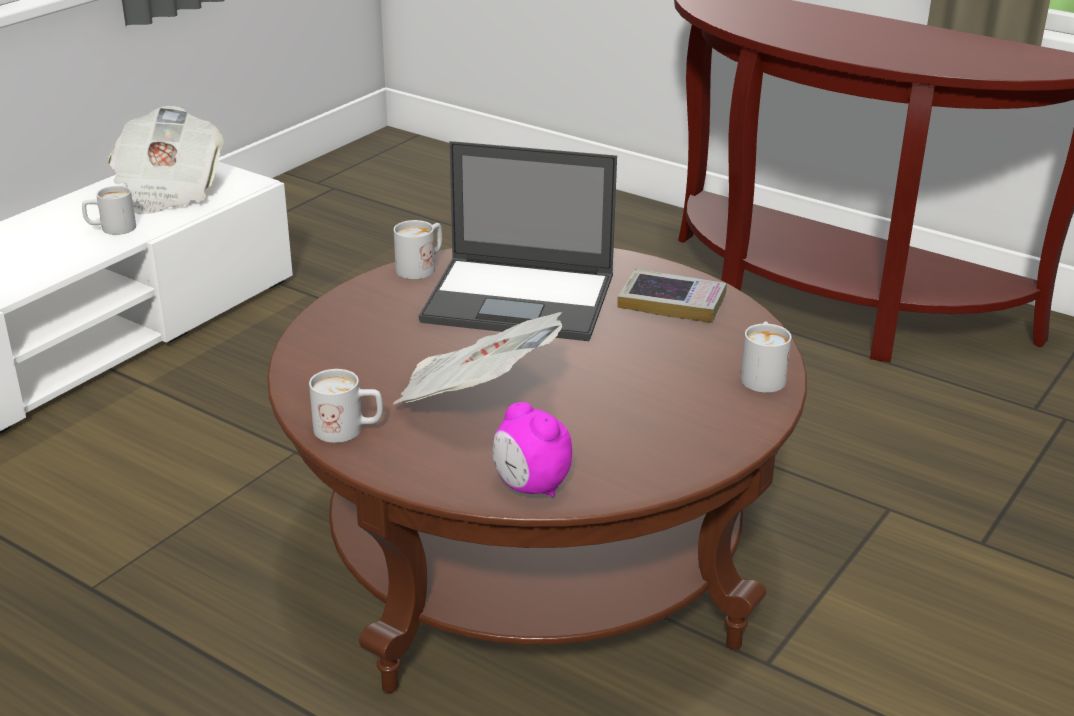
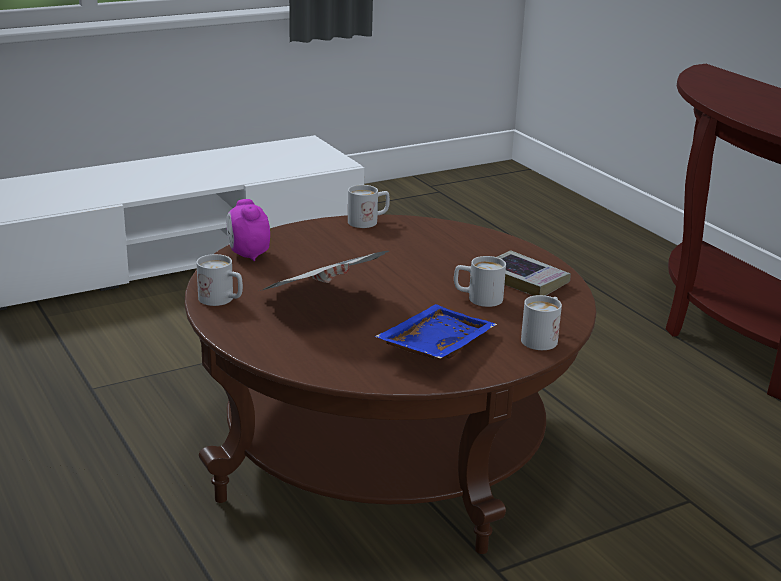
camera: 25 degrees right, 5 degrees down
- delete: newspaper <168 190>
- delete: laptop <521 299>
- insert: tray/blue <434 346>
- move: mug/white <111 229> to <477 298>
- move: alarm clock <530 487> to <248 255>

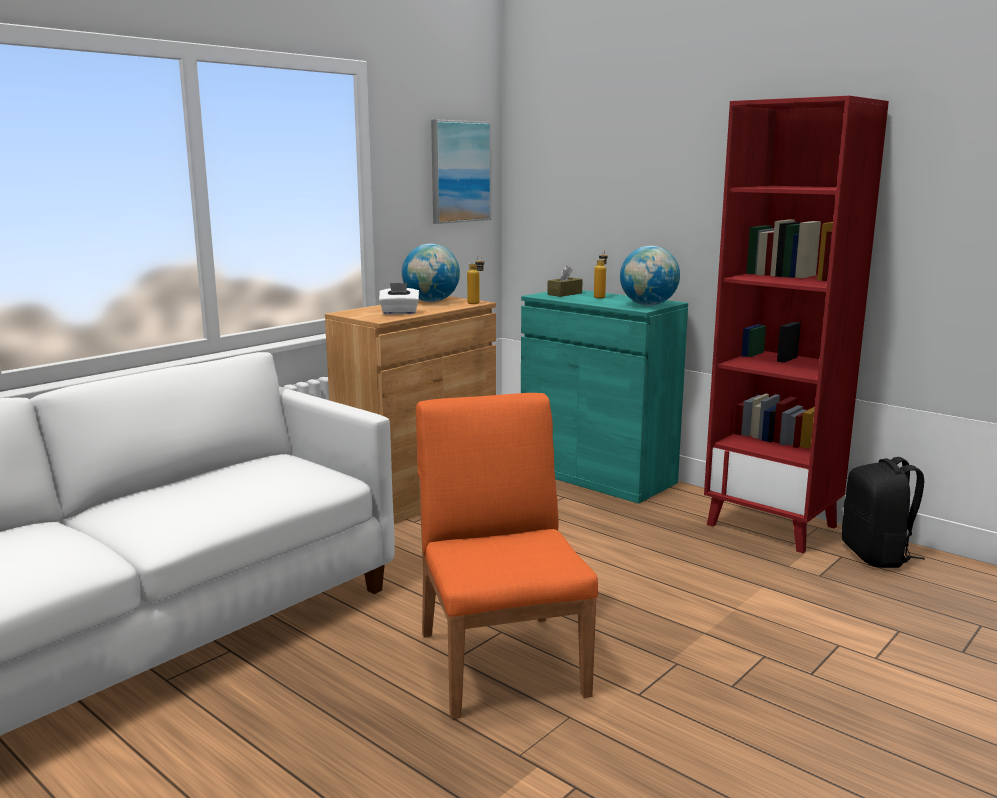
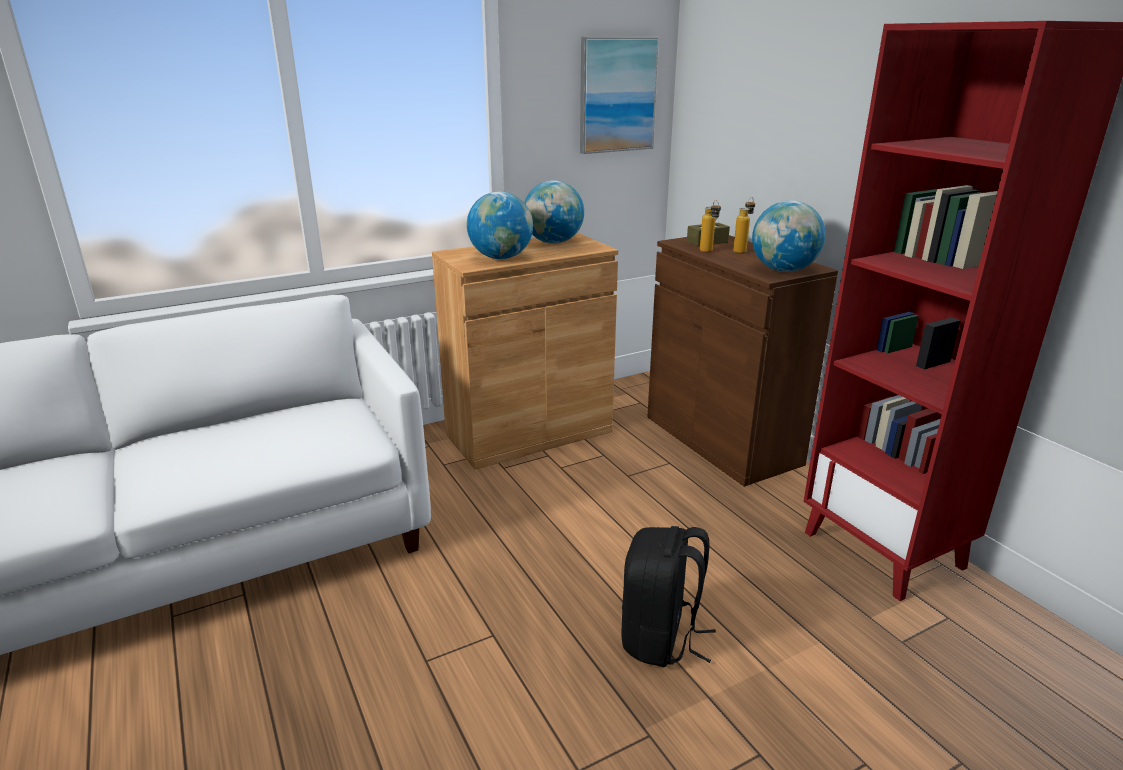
camera: 20 degrees right, 10 degrees up
- delete: chair/orange <502 661>
- move: bottle <476 304> to <708 252>
- move: backpack/black <877 556> to <661 638>
- replace: tissue box/white <399 313> to globe <501 258>
- recolor: cabinet/turquoise <597 475> to cabinet/brown <721 440>

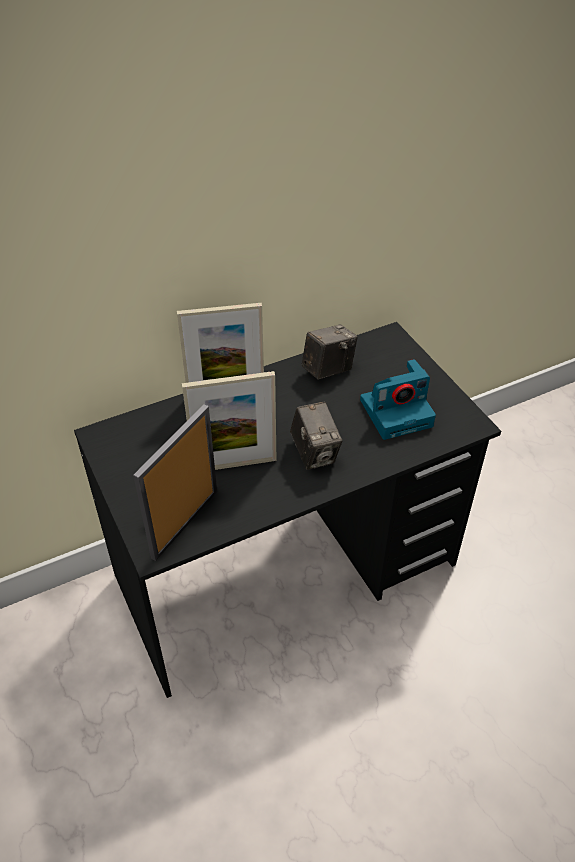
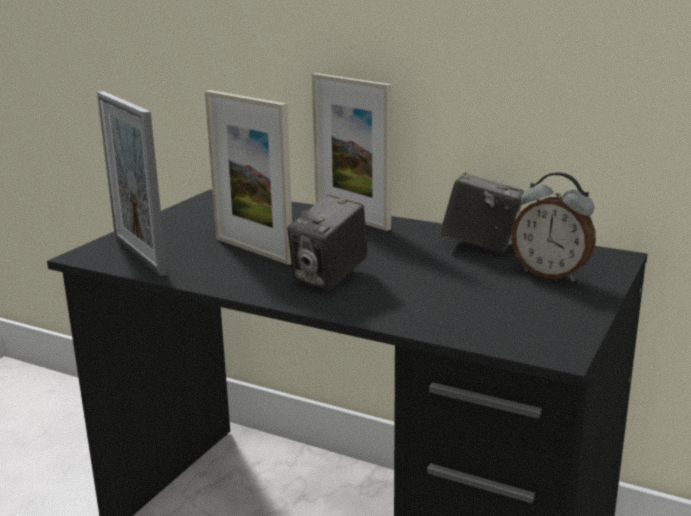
camera: 55 degrees right, 25 degrees down
- delete: photo camera <397 412>
- insert: alarm clock <551 274>
- rotate: picture frame <185 523> = <139 255> 120 degrees counterclockwise

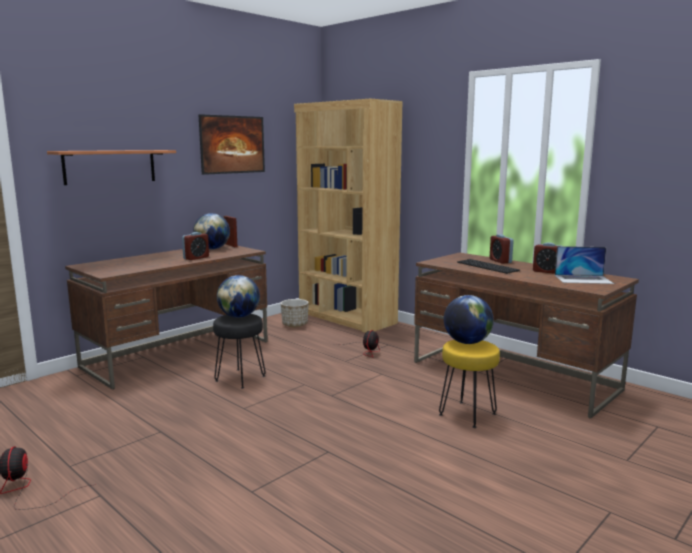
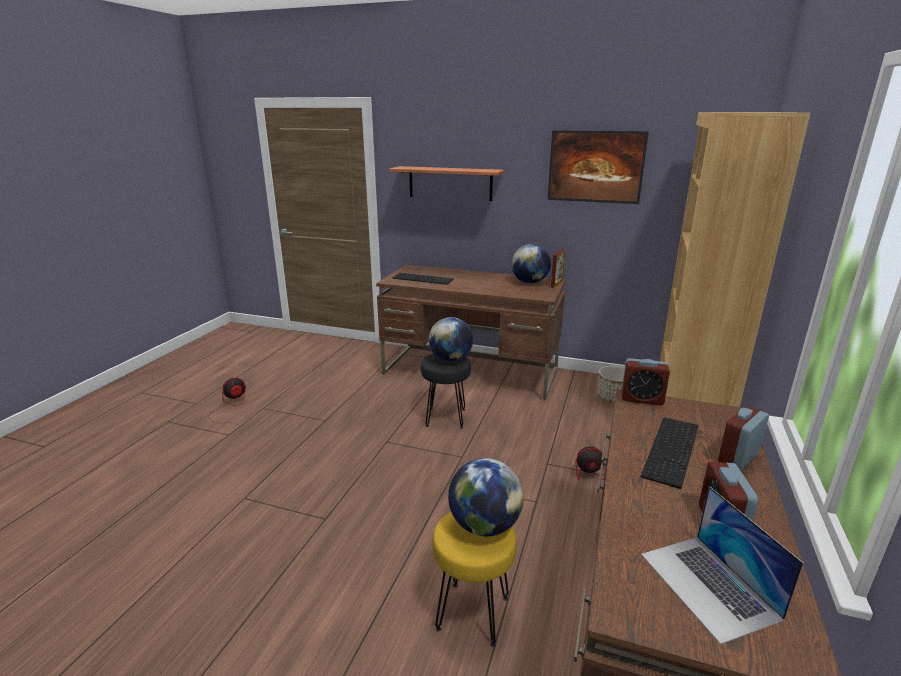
camera: 65 degrees right, 10 degrees up
- insert: keyboard <423 278>
- move: alarm clock <196 258> to <642 399>

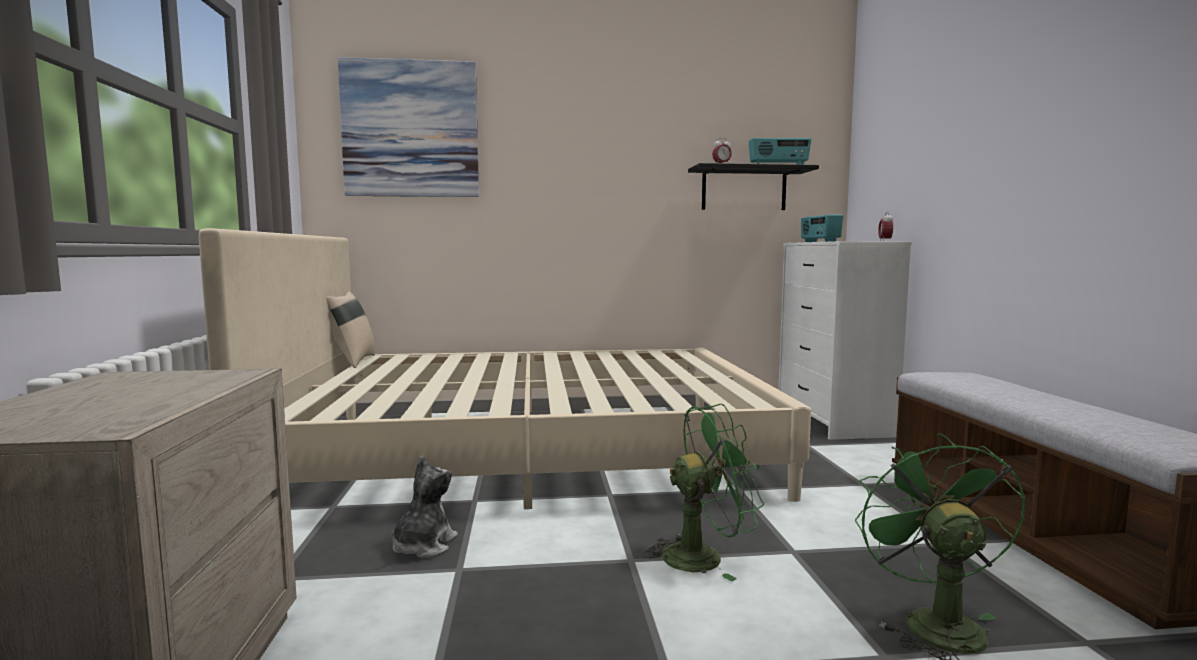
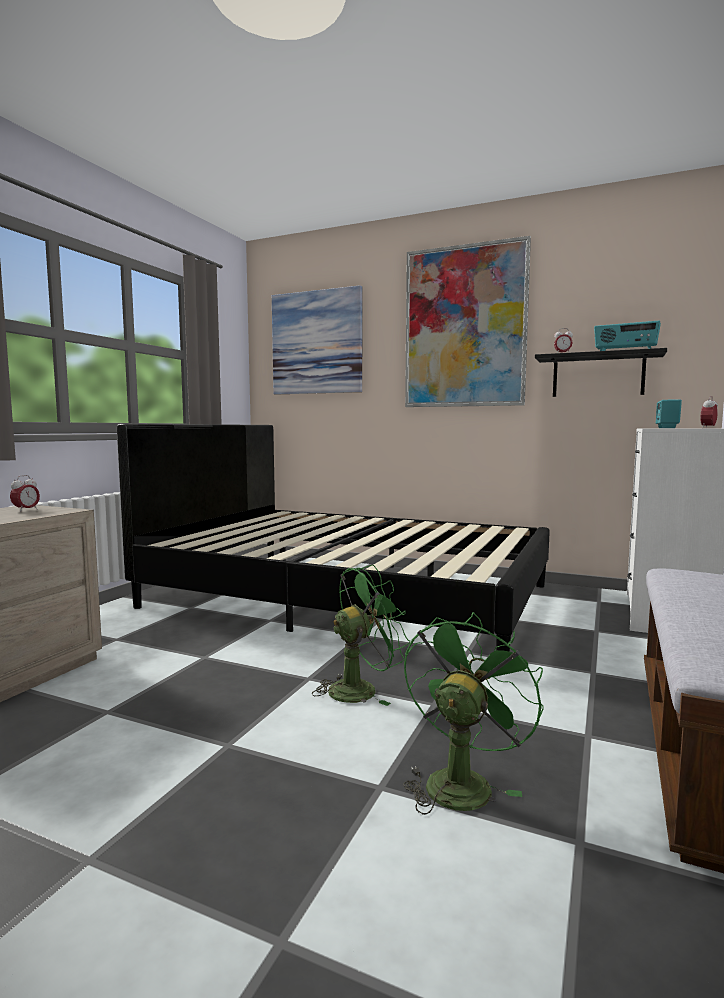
camera: 30 degrees right, 0 degrees up
- delete: pillow/beige <351 361>
- delete: plush toy <423 546>
- insert: alarm clock <26 510>
- insert: picture <464 327>
- recolor: bed/beige <528 452> to bed/black <350 595>
- rotate: fan/green <703 556> = <361 689> 45 degrees counterclockwise

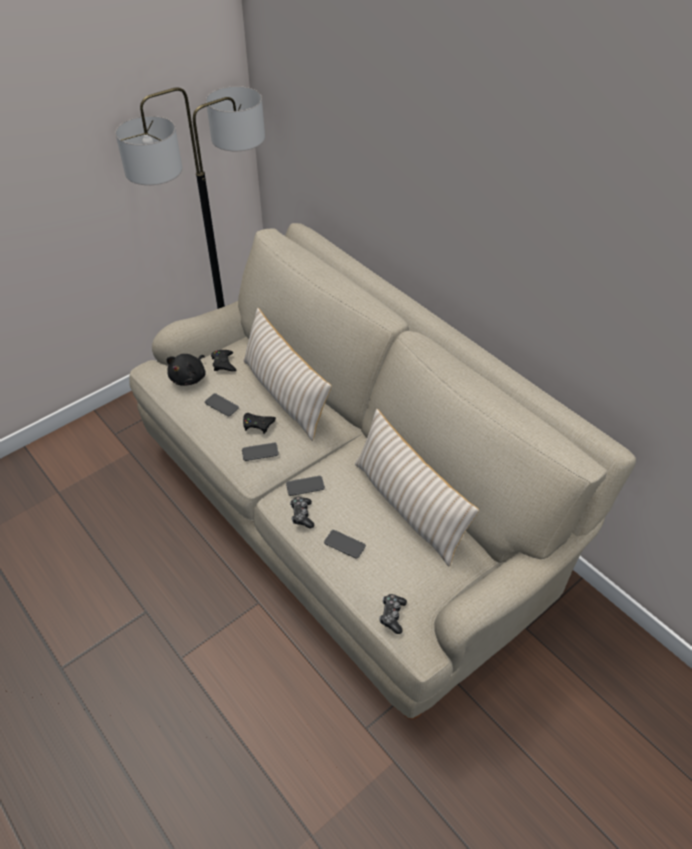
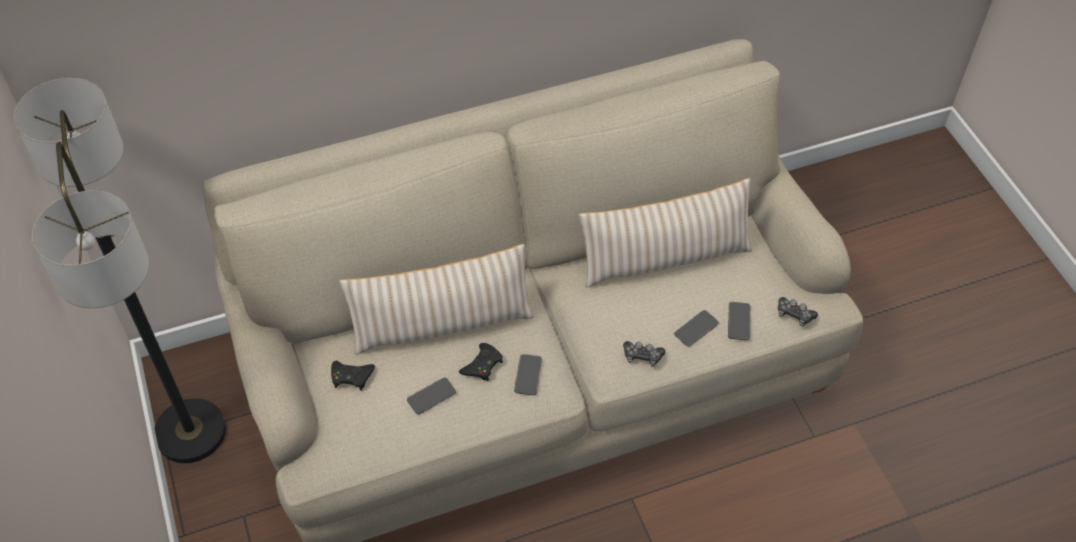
camera: 70 degrees left, 5 degrees up
- delete: plush toy/black <189 377>
- move: phone <305 486> to <739 321>

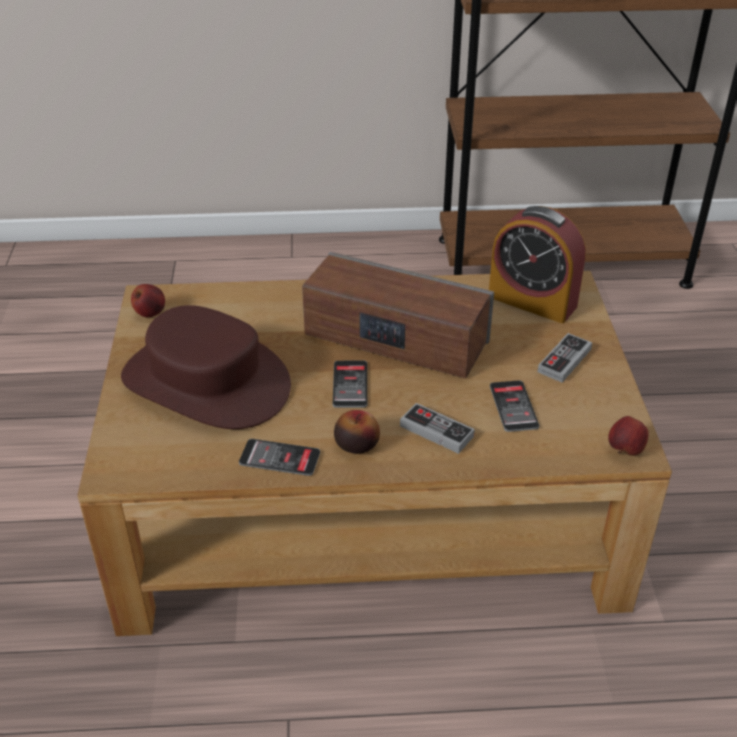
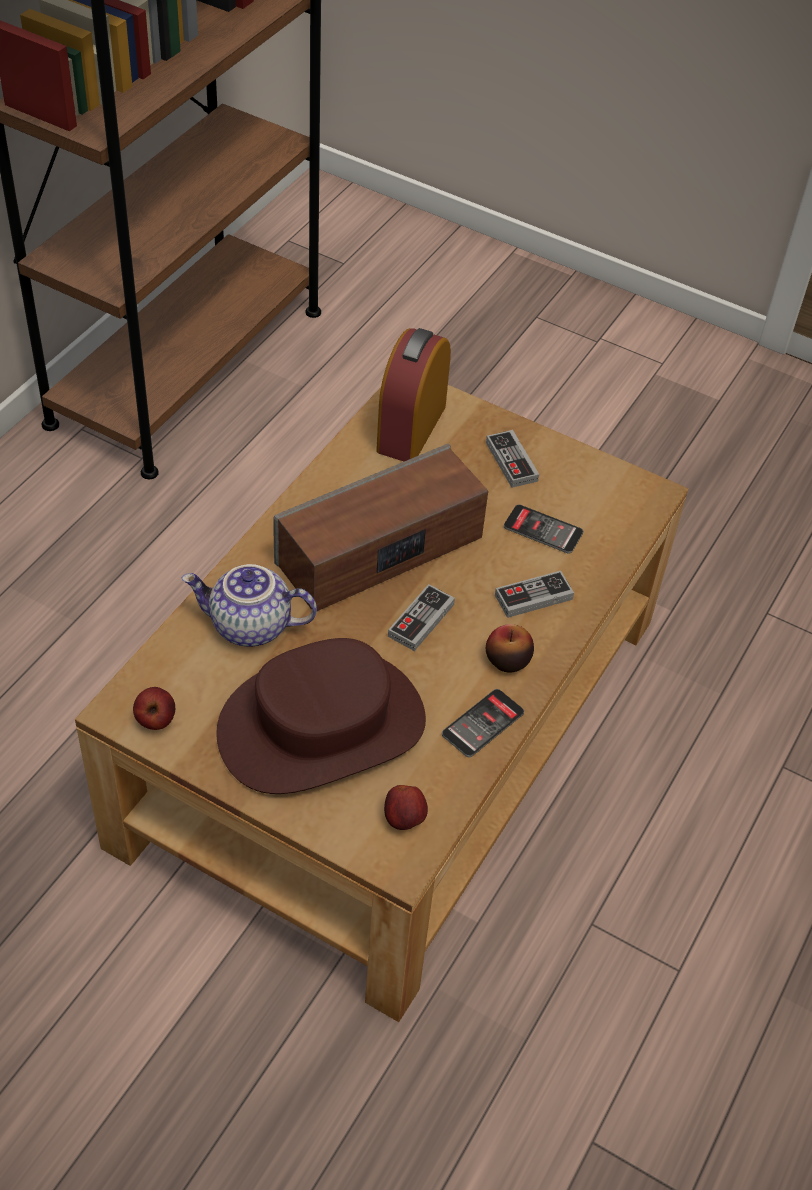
camera: 60 degrees left, 10 degrees up
- insert: teapot <249 627>
- move: apple <625 450> to <404 819>
- replace: phone <350 385> to game controller <421 620>
- rotate: alarm clock <532 301> = <411 428> 135 degrees clockwise

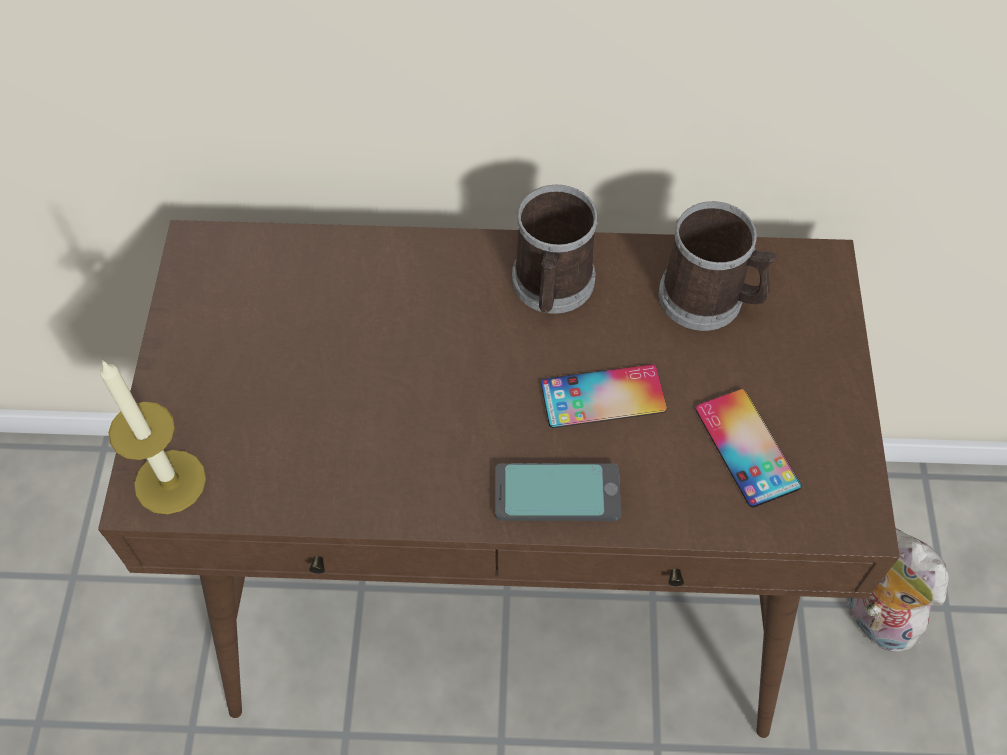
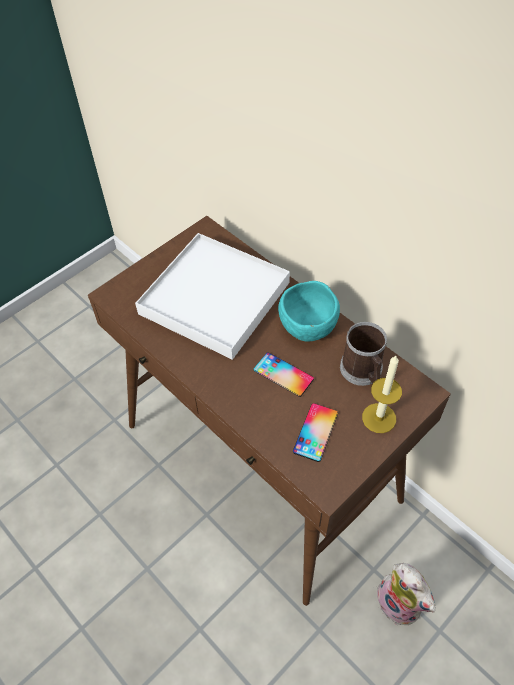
camera: 45 degrees right, 5 degrees down
- delete: phone <557 493>
- insert: tray/white <215 298>
- move: candle <170 481> to <379 418>
- replace: mug <551 287> to bowl/turquoise <307 324>
- rotate: plush toy <872 616> = <400 603> 135 degrees clockwise

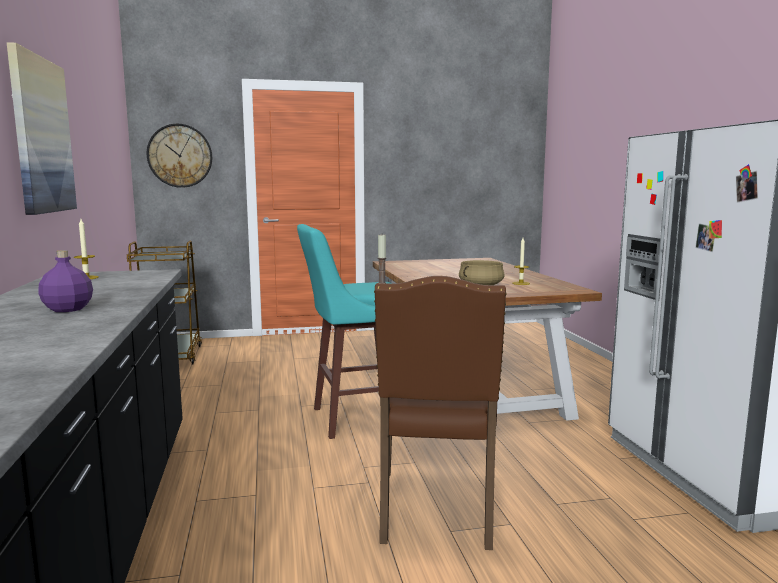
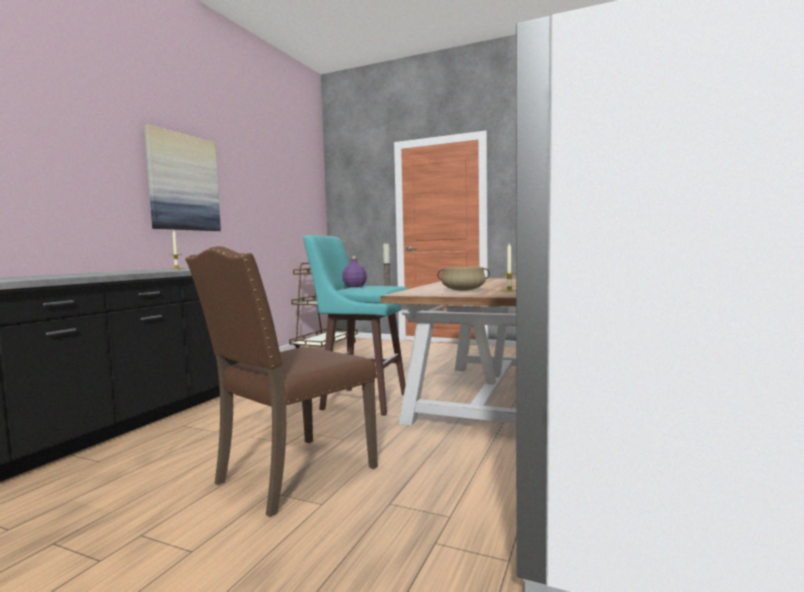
camera: 35 degrees right, 5 degrees down
- delete: wall clock <180 156>
- move: bottle/purple <67 309> to <354 286>

